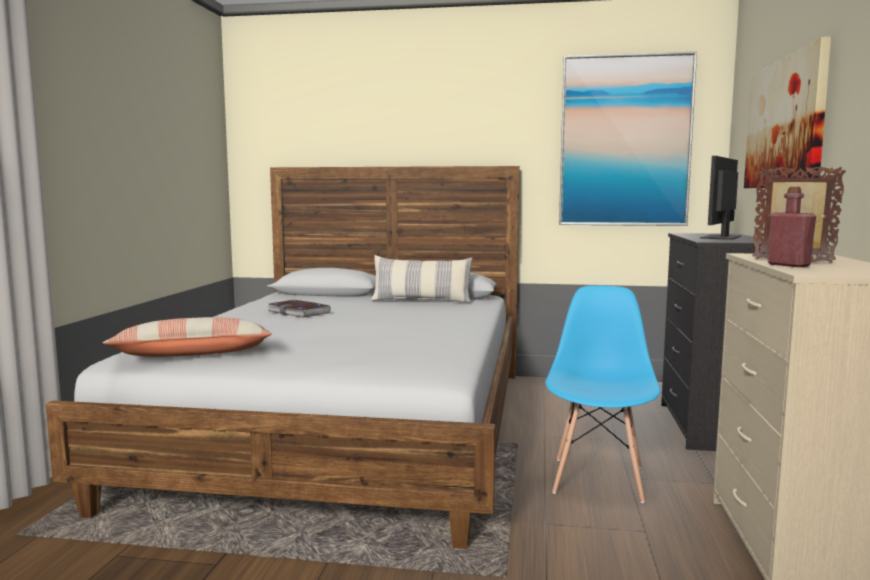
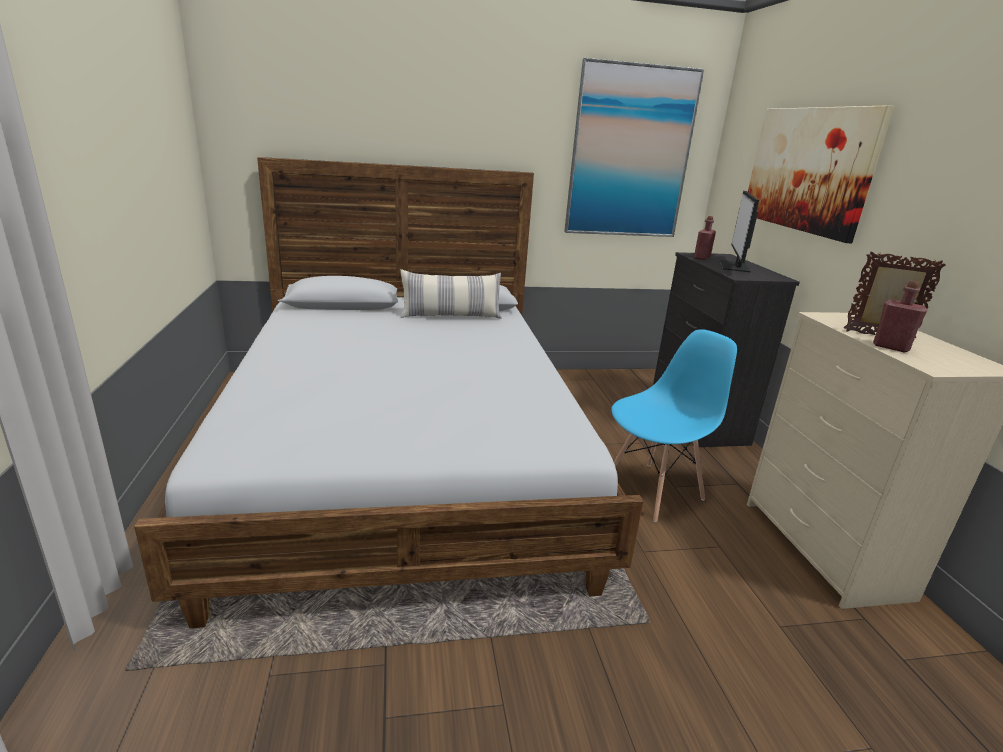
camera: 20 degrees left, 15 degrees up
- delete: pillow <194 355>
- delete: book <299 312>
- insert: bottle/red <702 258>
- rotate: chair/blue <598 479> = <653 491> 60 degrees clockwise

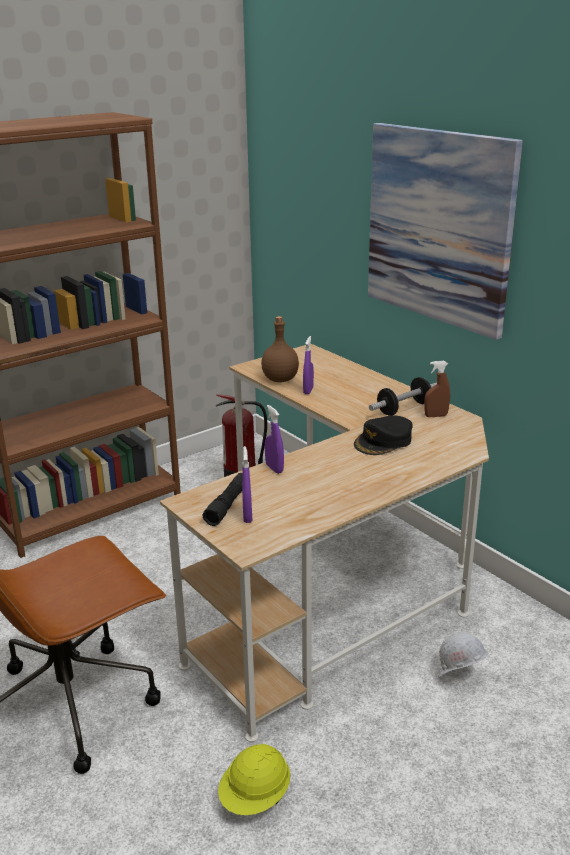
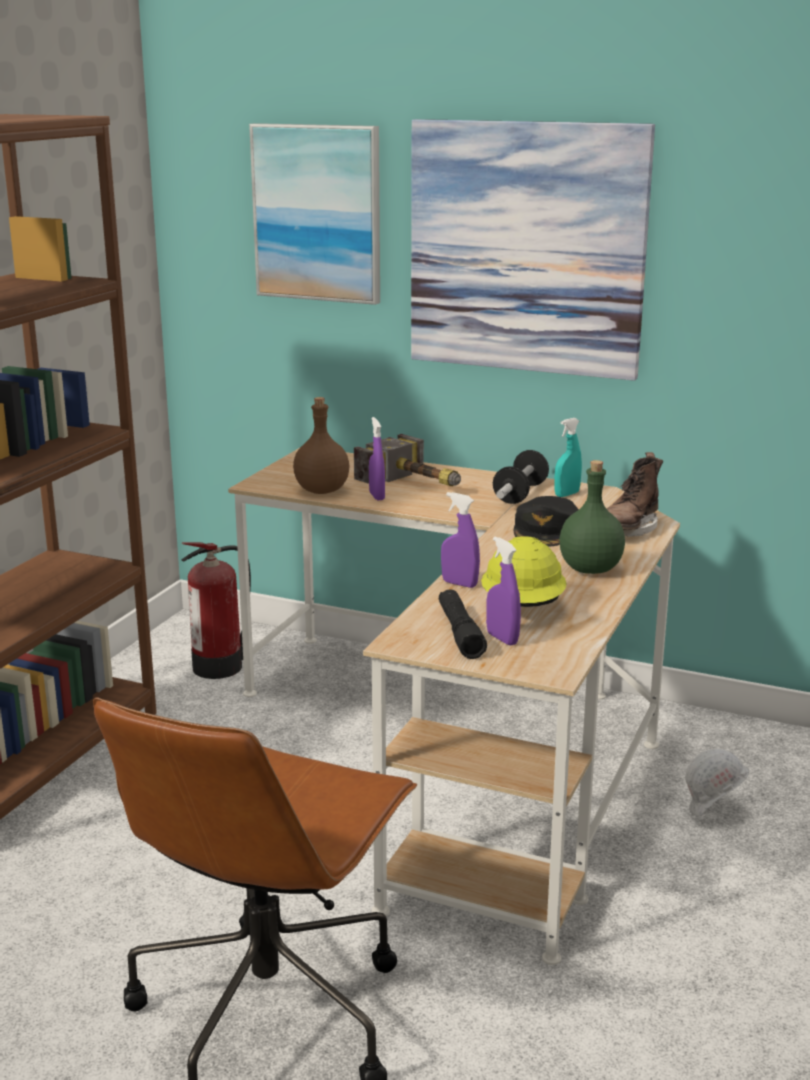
camera: 30 degrees left, 5 degrees down
- insert: picture <318 213>
- insert: hammer <417 484>
- insert: bottle/green <590 569>
- insert: boot/brown <629 530>
- move: hard hat/yellow <255 797> to <523 607>
- recolor: spray bottle/brown <436 416> to spray bottle/turquoise <567 494>

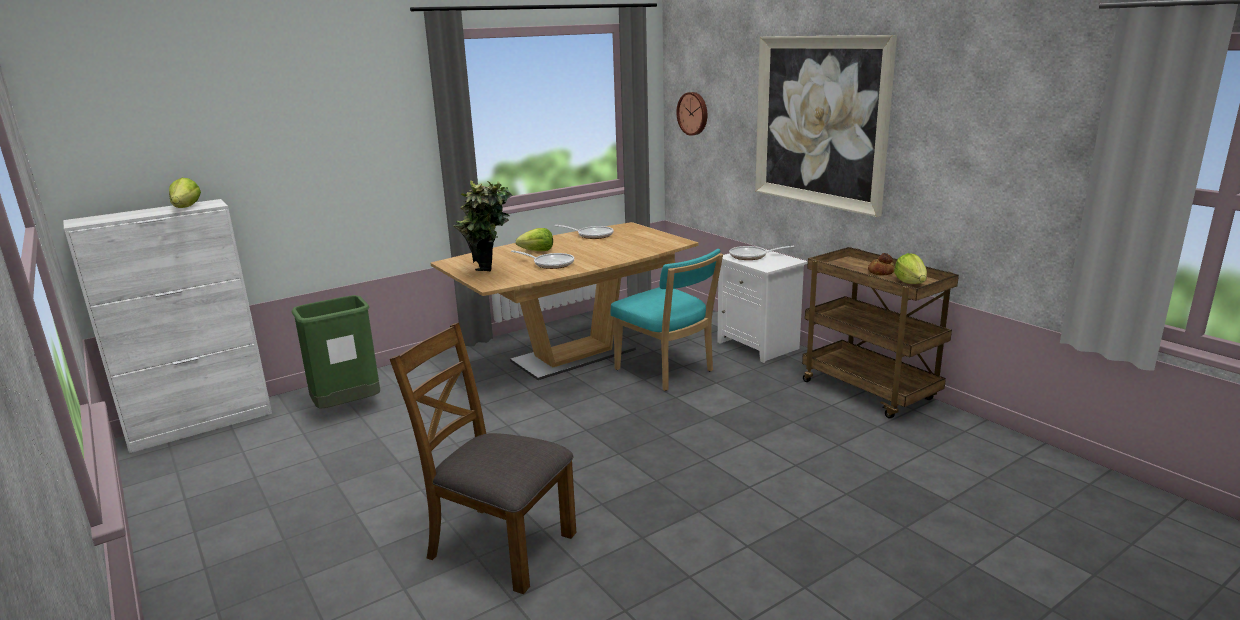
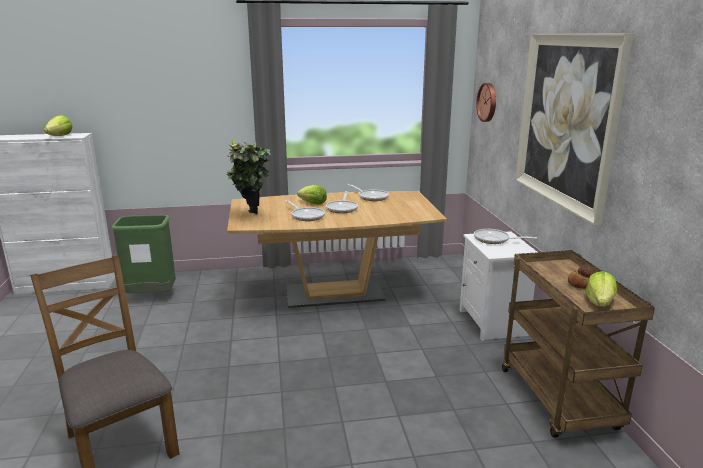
camera: 25 degrees right, 0 degrees up
- delete: chair/turquoise <667 372>
- insert: frying pan <342 208>

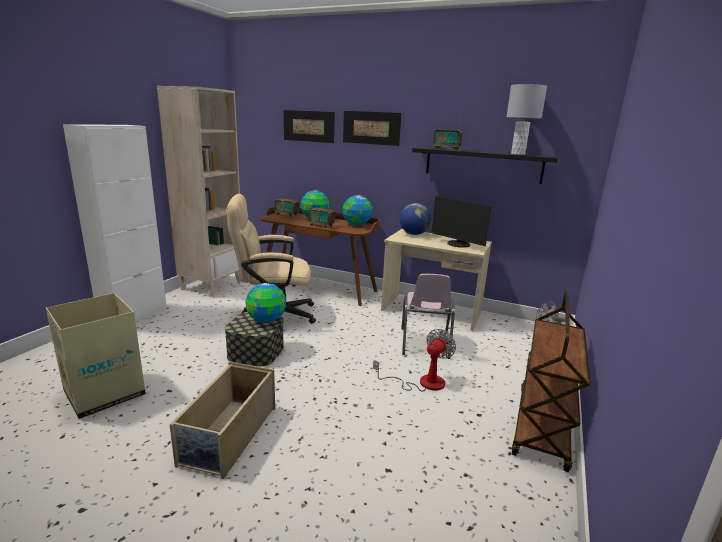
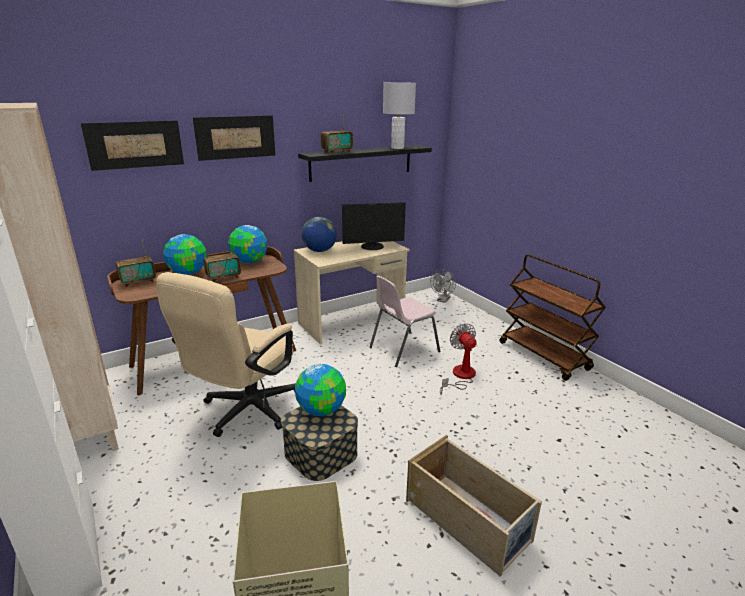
camera: 55 degrees left, 5 degrees up
- rotate: chair/pink <424 343> = <403 349> 105 degrees clockwise

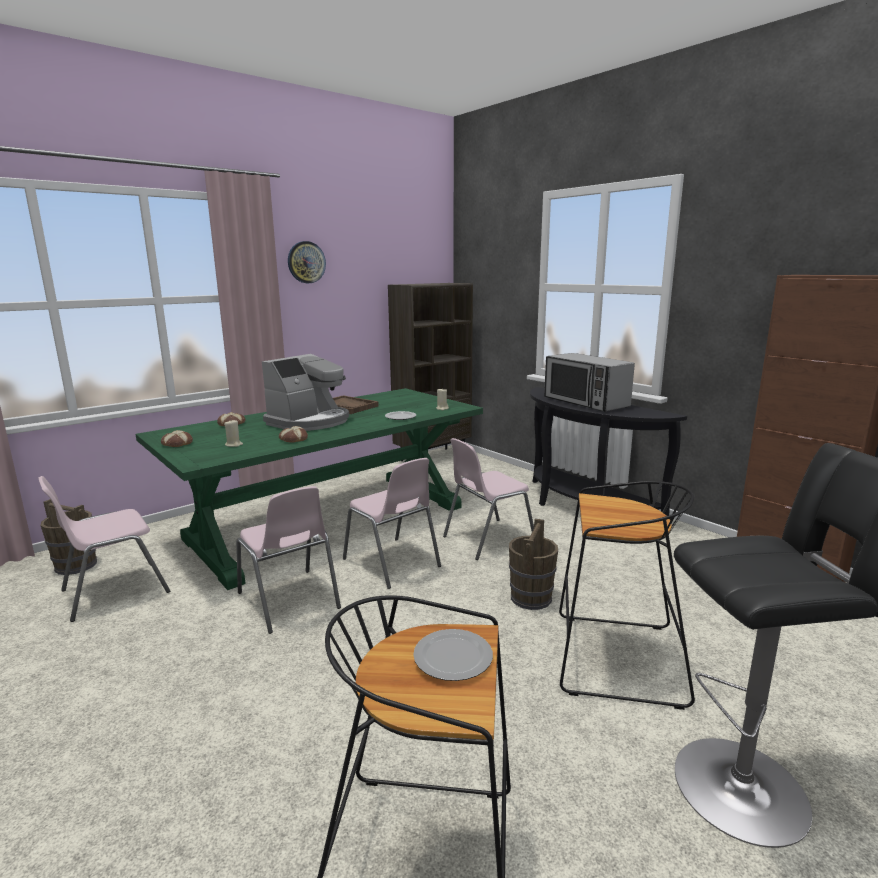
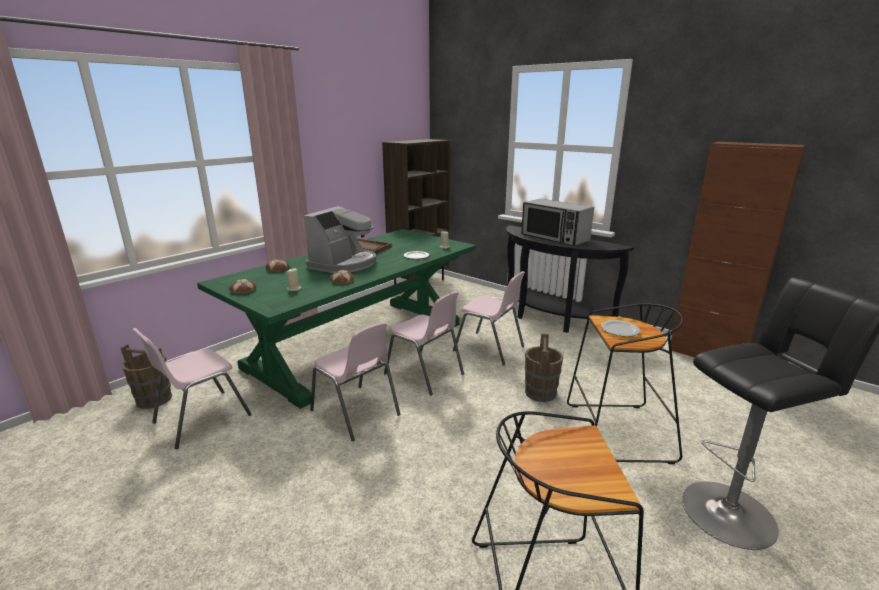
camera: 10 degrees left, 5 degrees up
- delete: wall clock <306 262>
- move: plate <452 658> to <619 330>
- rotate: chair/pink <487 539> = <489 349> 105 degrees counterclockwise

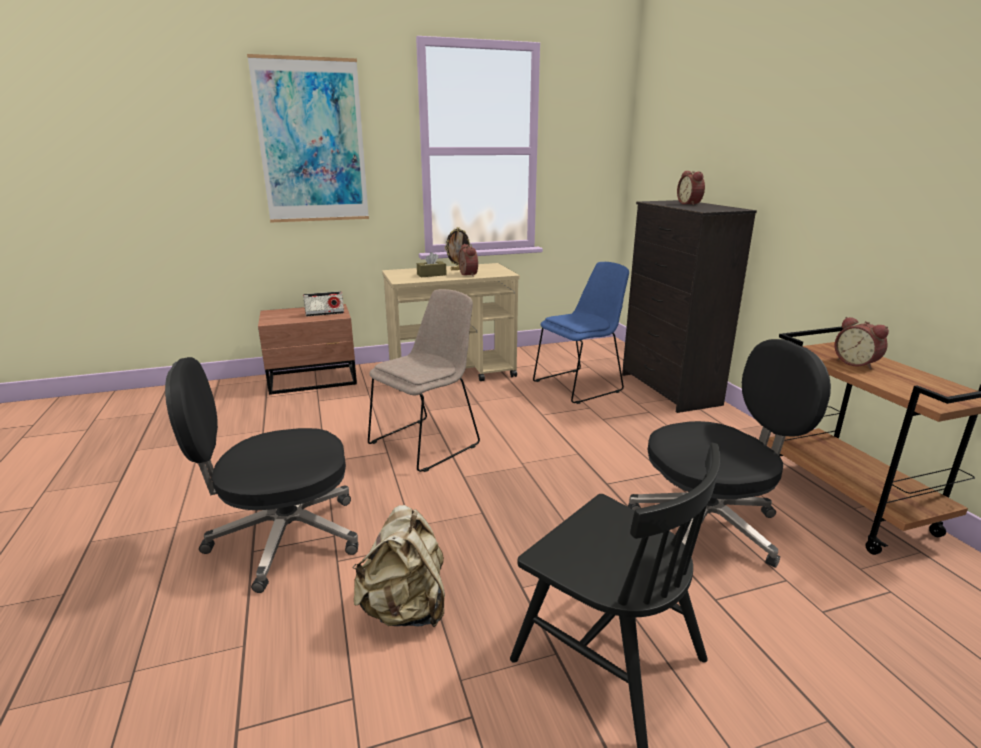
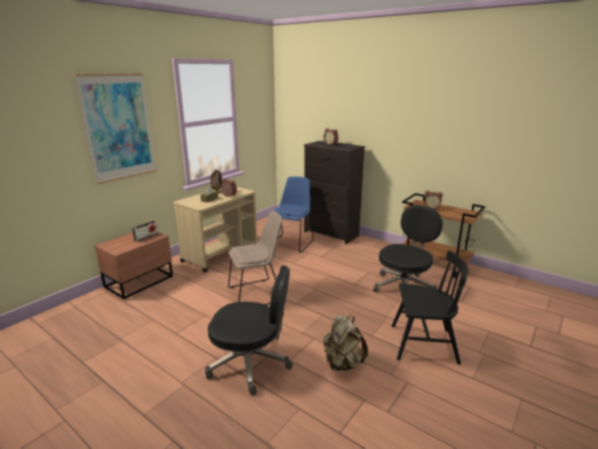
camera: 35 degrees left, 0 degrees up
- rotate: office chair/black <283 538> = <251 363> 120 degrees counterclockwise
- rotate: chair/beige <427 443> = <257 294> 60 degrees clockwise

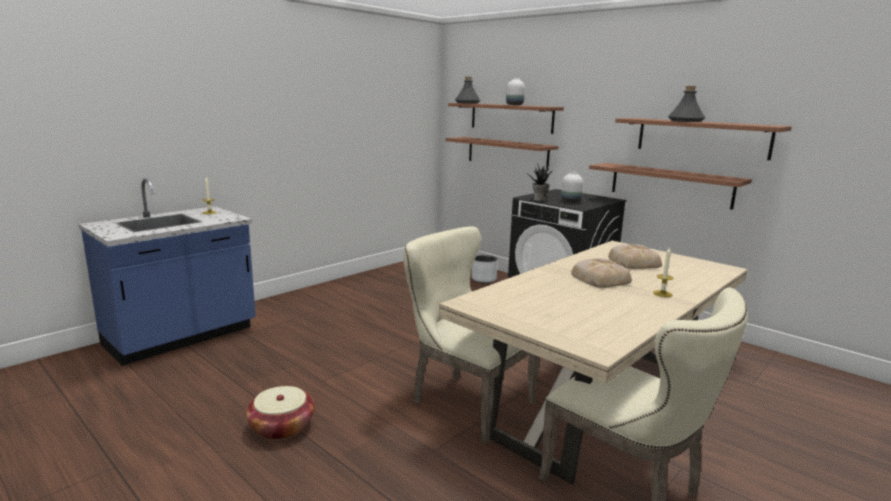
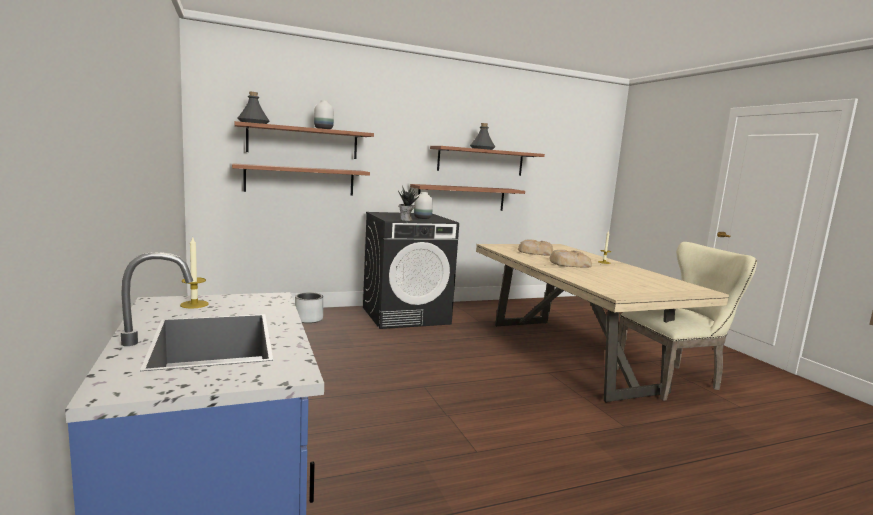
camera: 65 degrees left, 5 degrees down
- delete: basket <282 427>
- delete: chair/beige <465 401>

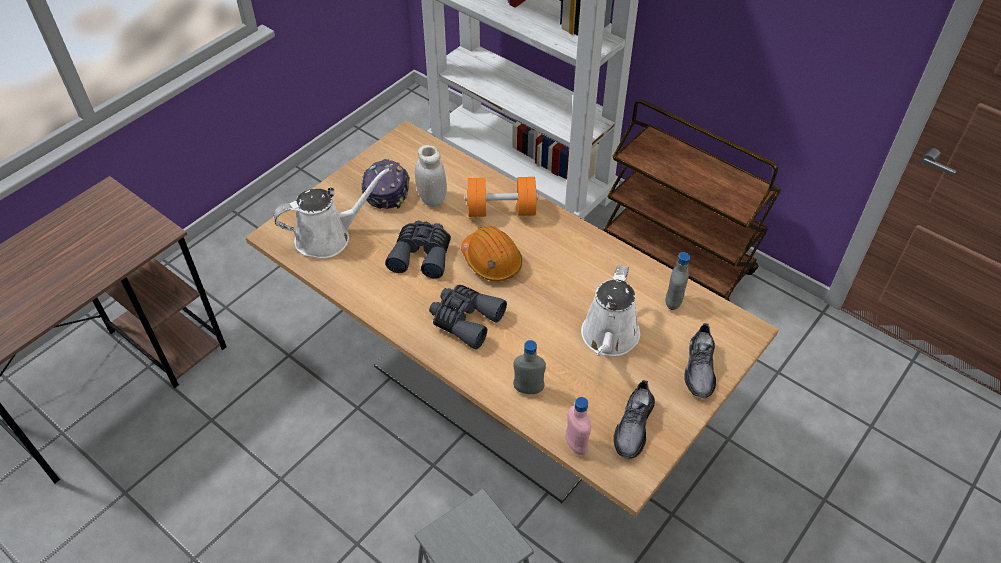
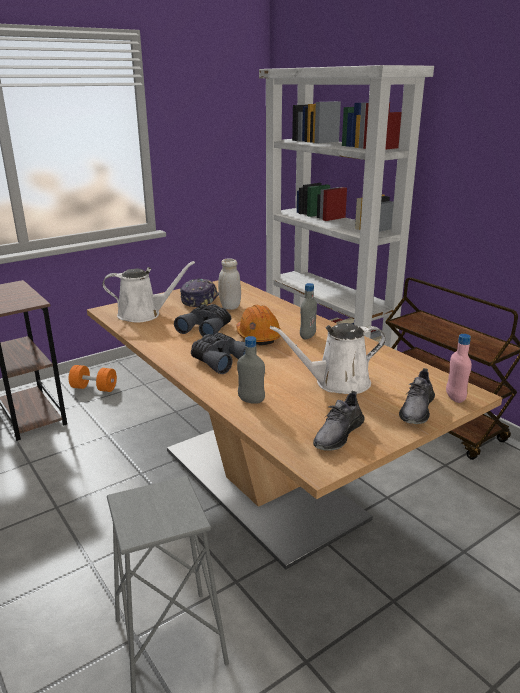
camera: 15 degrees right, 25 degrees down
- move: dumbbell/orange <501 210> to <94 388>
- move: bottle/pink <576 444> to <455 398>
- move: bottle/grey <673 302> to <307 336>
- rotate: watering can/white <609 338> = <337 383> 45 degrees clockwise

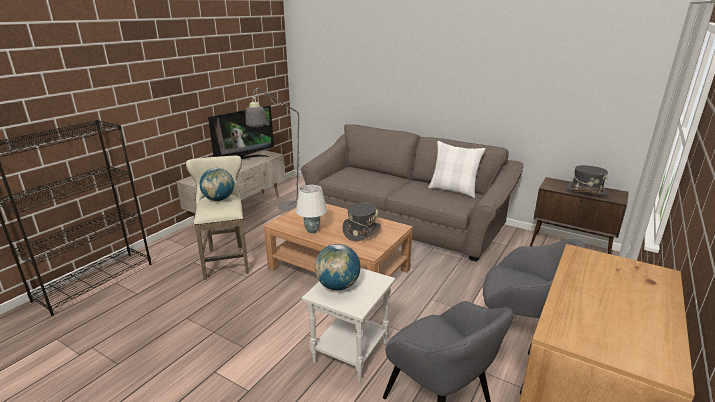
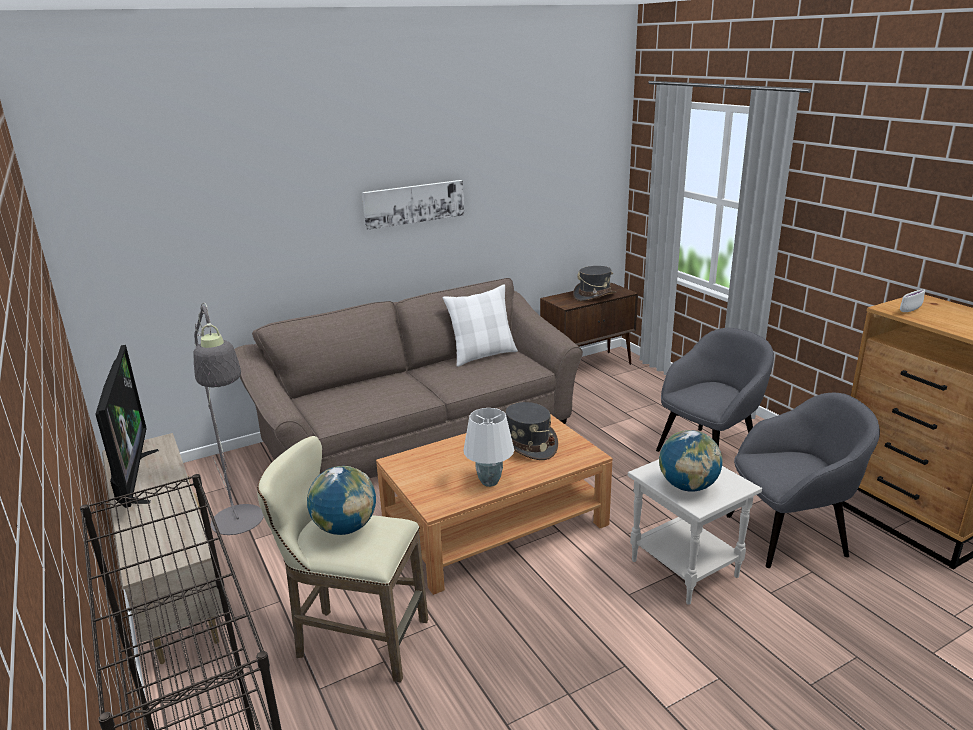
camera: 60 degrees left, 0 degrees up
- insert: picture <414 203>
- insert: bowl/white <910 310>

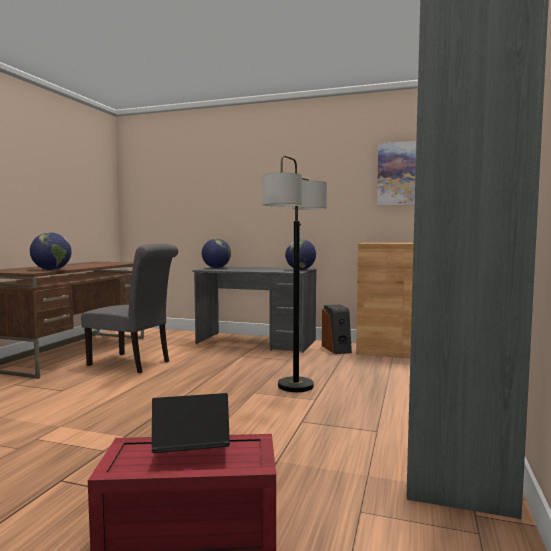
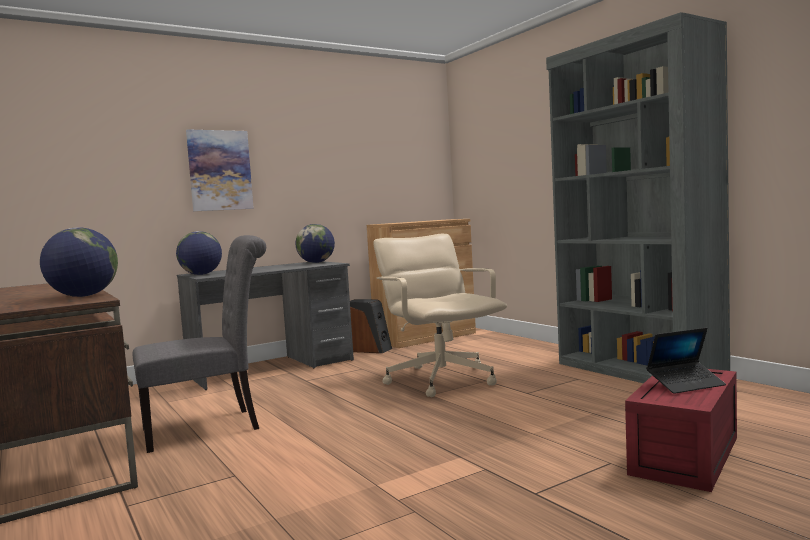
camera: 50 degrees left, 0 degrees up
- move: picture <401 174> to <220 170>
- replace: floor lamp <296 386> to office chair/beige <441 379>
- rotate: laptop <191 454> = <686 384> 135 degrees counterclockwise

